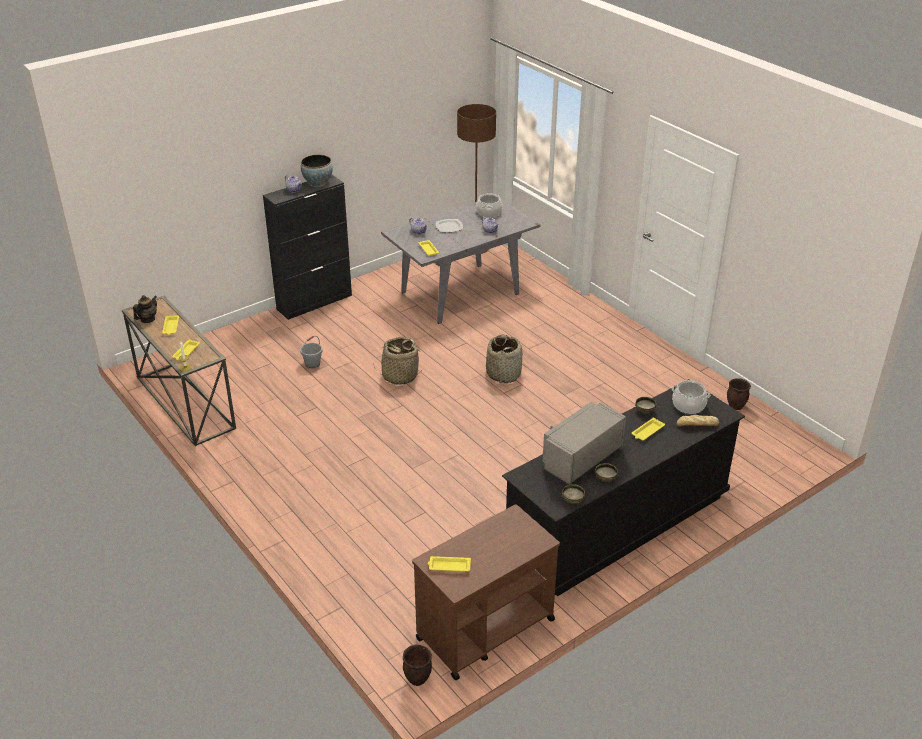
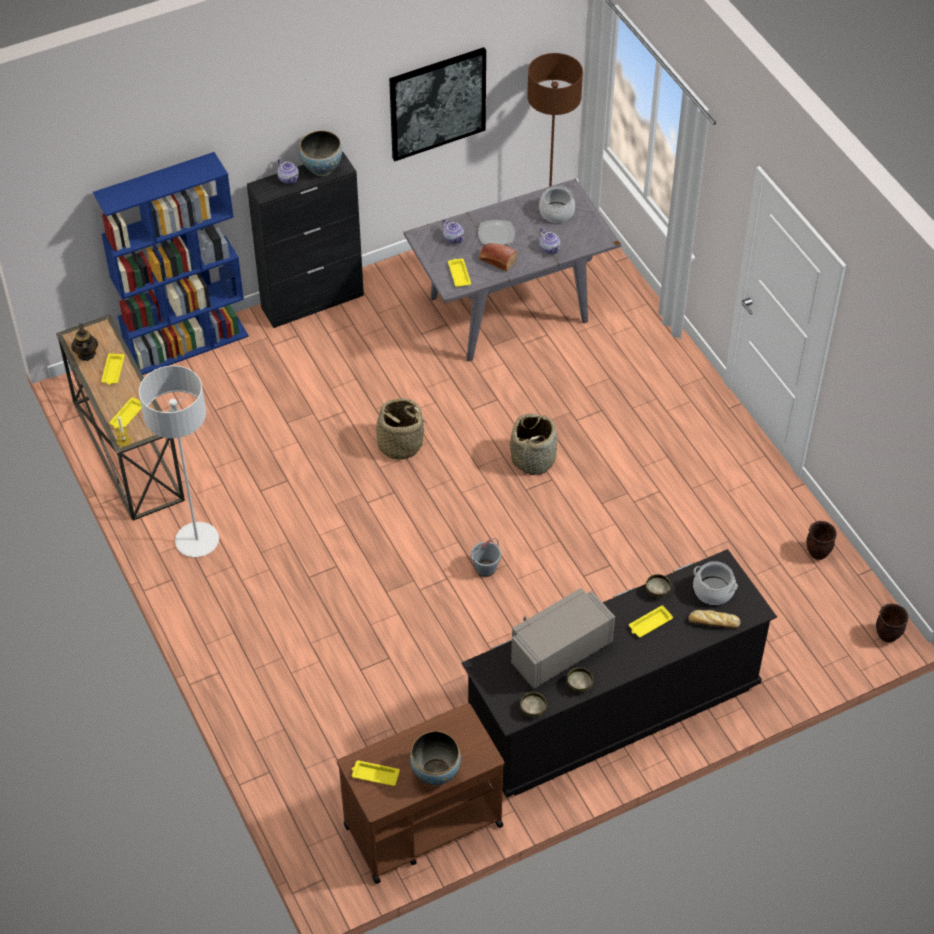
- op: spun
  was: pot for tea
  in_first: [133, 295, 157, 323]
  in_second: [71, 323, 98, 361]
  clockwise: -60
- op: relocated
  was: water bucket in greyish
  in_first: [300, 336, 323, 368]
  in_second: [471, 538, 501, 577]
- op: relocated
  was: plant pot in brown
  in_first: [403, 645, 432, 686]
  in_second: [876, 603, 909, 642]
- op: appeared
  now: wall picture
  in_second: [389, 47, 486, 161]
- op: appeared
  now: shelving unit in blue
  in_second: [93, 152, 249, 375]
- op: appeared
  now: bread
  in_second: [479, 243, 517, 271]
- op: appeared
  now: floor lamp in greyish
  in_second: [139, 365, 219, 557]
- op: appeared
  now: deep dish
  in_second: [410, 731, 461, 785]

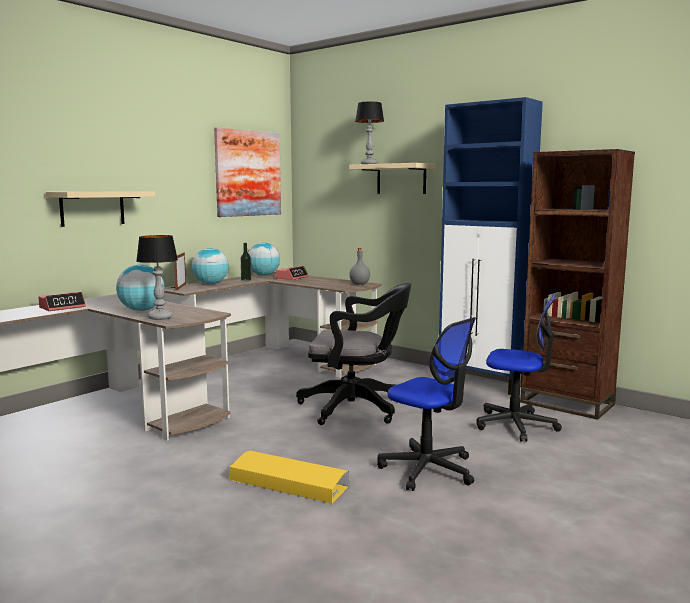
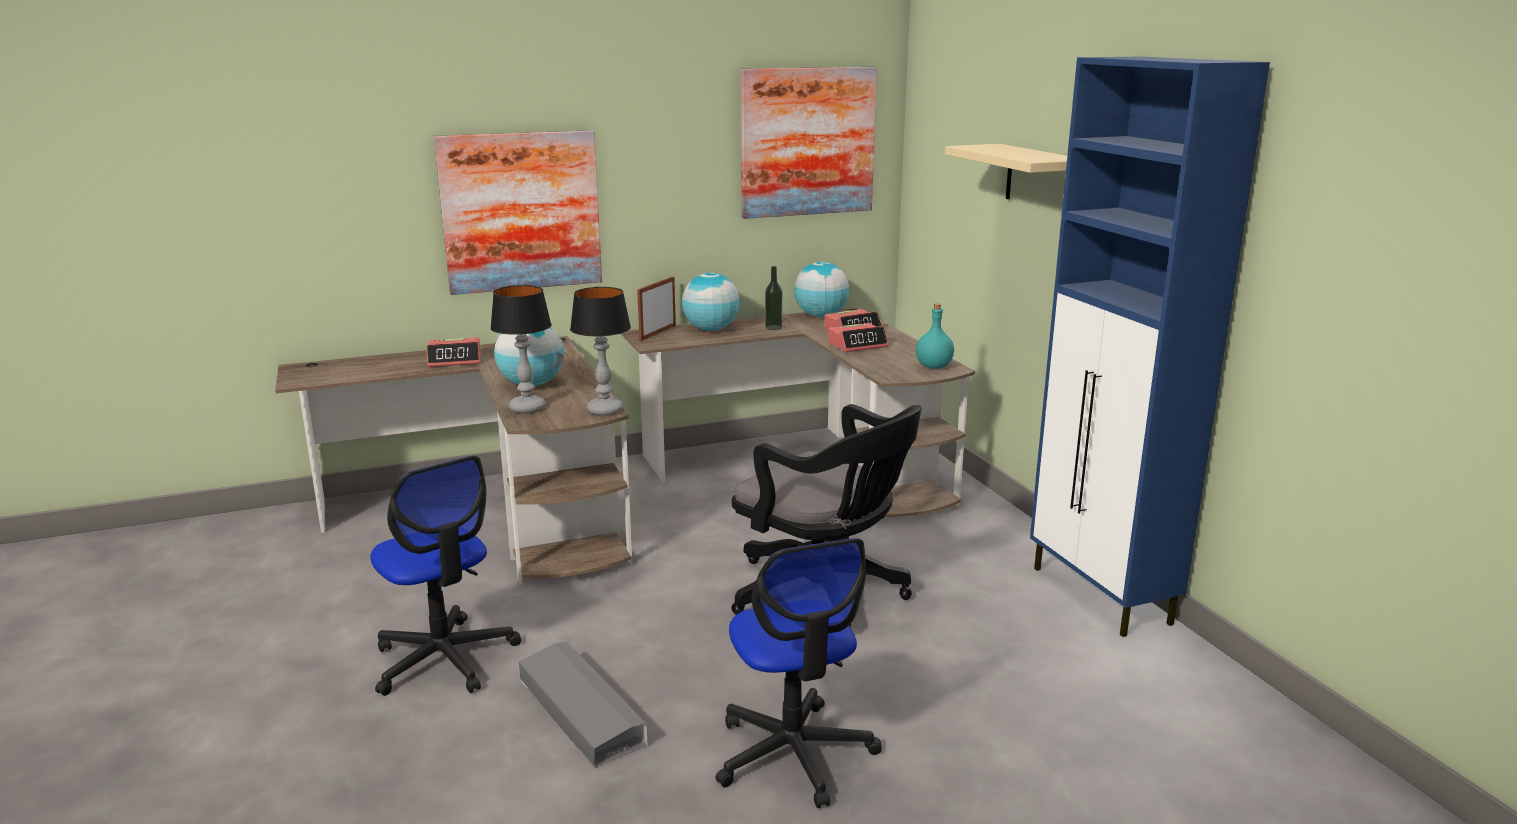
- op: relocated
  was: table lamp
  in_first: [355, 101, 384, 164]
  in_second: [570, 287, 631, 416]
- op: missing
  was: shelving unit in brown
  in_first: [520, 149, 635, 420]
- op: exchanged
  was: shelf in beige
  now: wall picture
  in_first: [46, 192, 155, 227]
  in_second: [434, 130, 602, 295]
- op: colour
  was: beverage bottle in greyish
  now: beverage bottle in blue-green
  in_first: [349, 248, 370, 285]
  in_second: [916, 303, 954, 369]
- op: relocated
  was: computer chair
  in_first: [477, 294, 562, 442]
  in_second: [370, 455, 521, 696]
- op: colour
  was: storage container in yellowish
  now: storage container in greyish
  in_first: [230, 451, 349, 503]
  in_second: [519, 642, 648, 768]
- op: appeared
  now: bedside clock
  in_second: [828, 323, 888, 352]

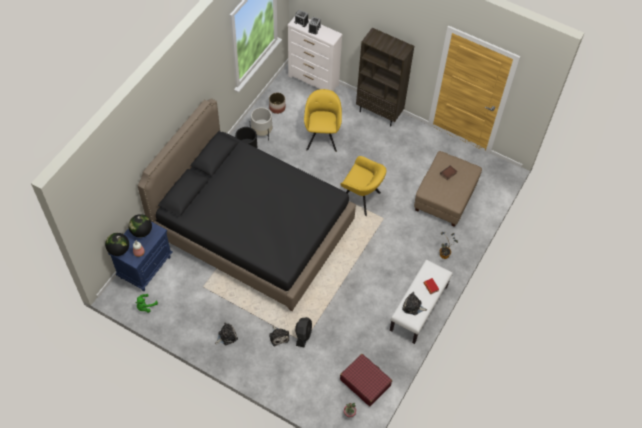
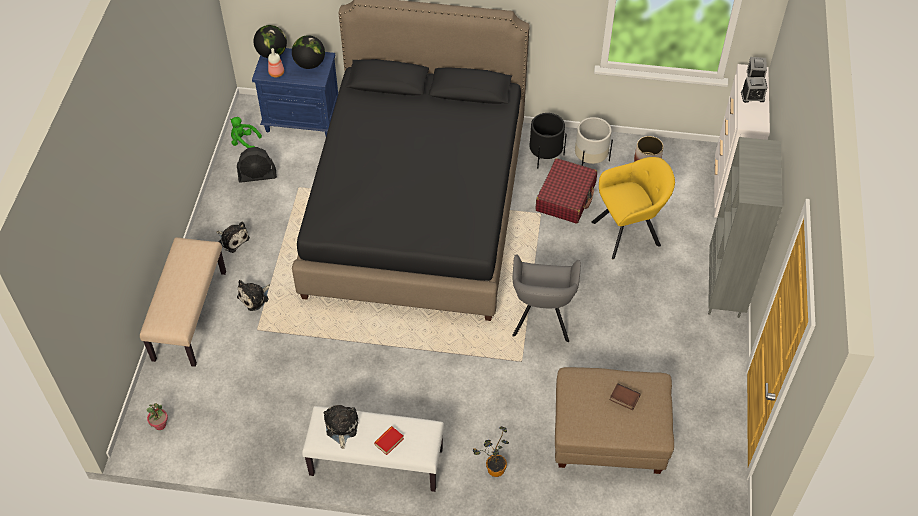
- op: colour
  was: shelving unit in brown
  now: shelving unit in greyish
  in_first: [356, 28, 414, 126]
  in_second: [708, 137, 782, 318]
- op: colour
  was: easy chair in yellowish
  now: easy chair in greyish
  in_first: [340, 156, 387, 216]
  in_second: [512, 254, 581, 342]
- op: relocated
  was: cooling fan in black
  in_first: [295, 317, 312, 347]
  in_second: [237, 147, 277, 183]
- op: relocated
  was: travel case in reddish
  in_first: [340, 354, 392, 406]
  in_second: [536, 158, 597, 223]
- op: appeared
  now: long seat in beige
  in_second: [140, 237, 226, 367]

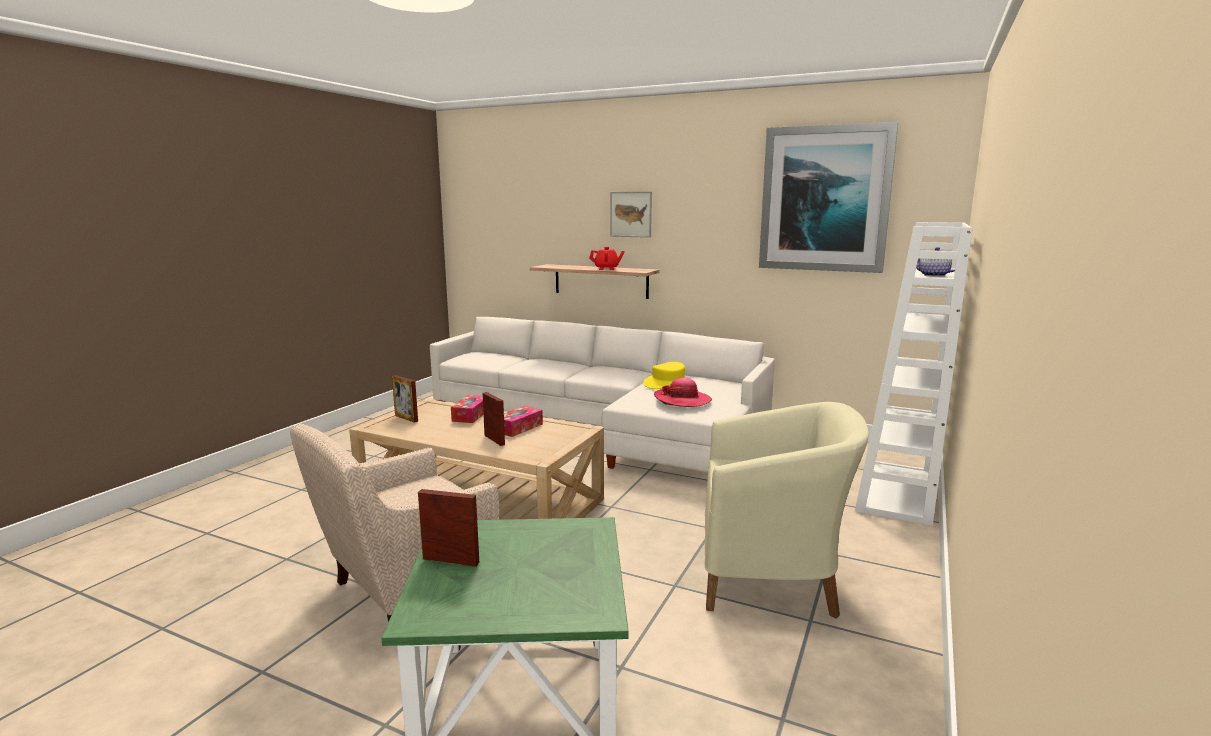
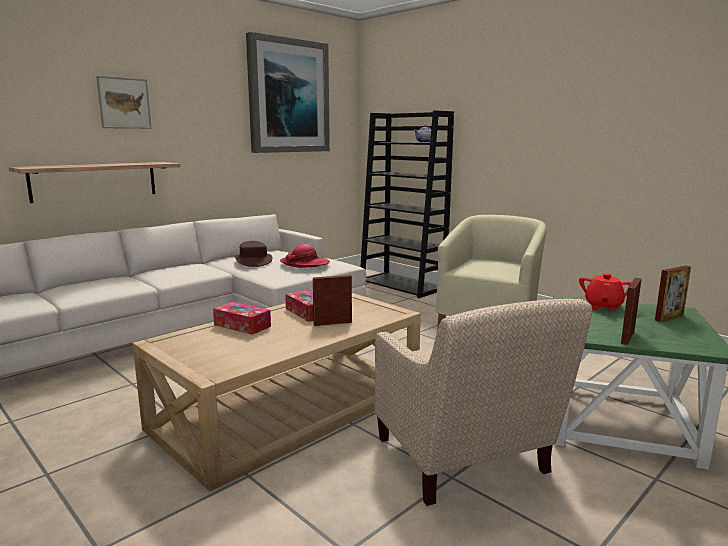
- op: colour
  was: shelving unit in whitish
  now: shelving unit in black
  in_first: [855, 222, 973, 526]
  in_second: [360, 110, 454, 298]
- op: relocated
  was: pot for tea in reddish
  in_first: [589, 247, 625, 270]
  in_second: [579, 273, 632, 311]
- op: colour
  was: hat in yellowish
  now: hat in brown
  in_first: [643, 362, 687, 389]
  in_second: [235, 241, 272, 267]
- op: relocated
  was: standing frame
  in_first: [392, 375, 418, 423]
  in_second: [655, 265, 691, 322]

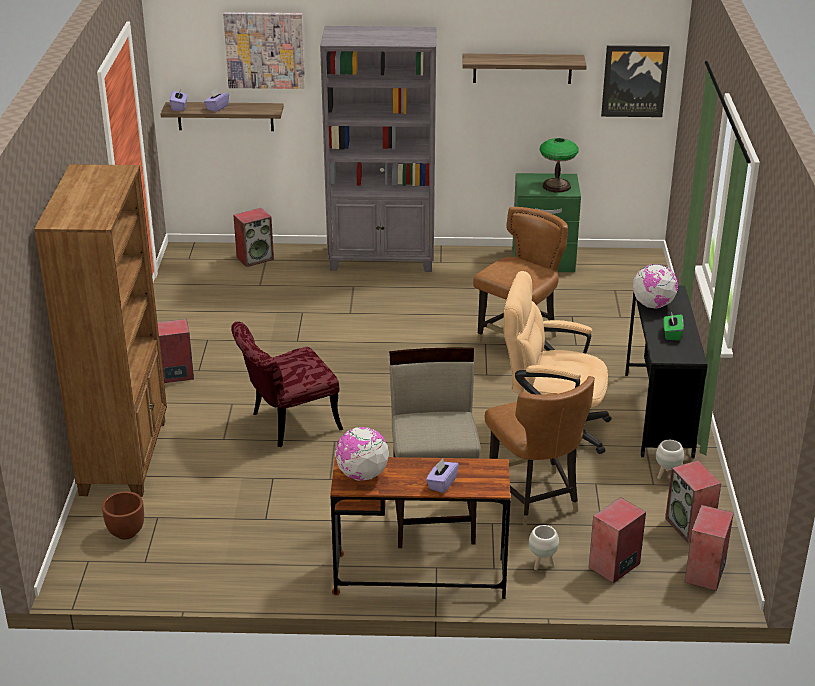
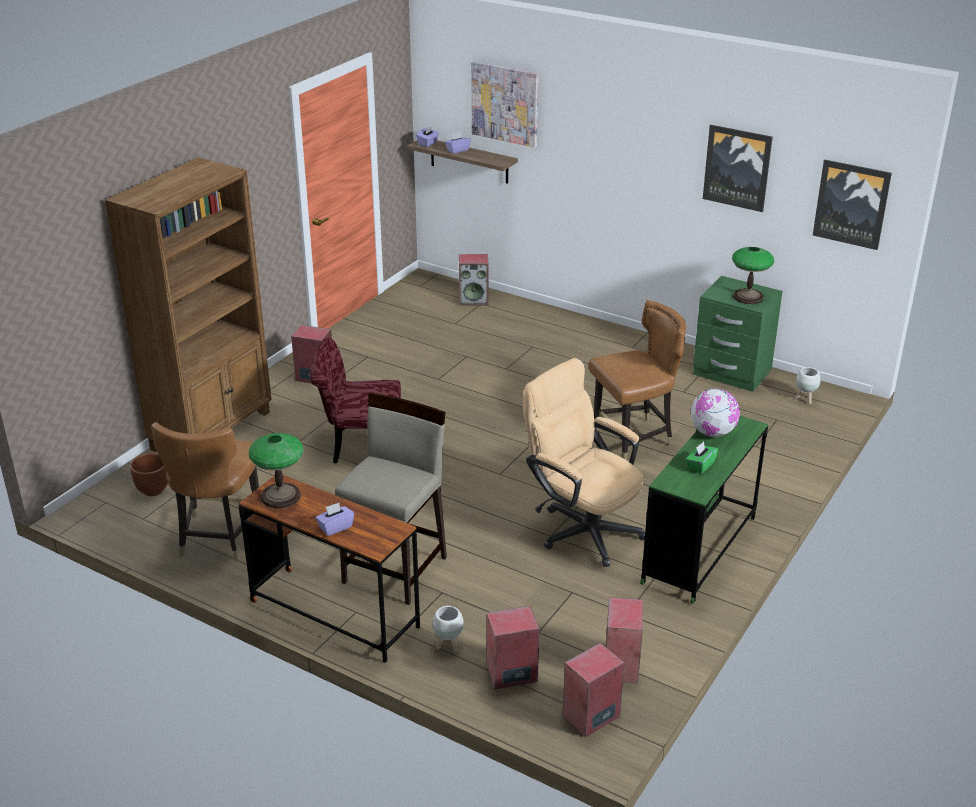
- op: missing
  was: shelving unit in greyish
  in_first: [320, 26, 437, 272]
- op: exchanged
  was: shelf
  now: wall picture
  in_first: [462, 54, 587, 84]
  in_second: [703, 125, 773, 212]
- op: colour
  was: desk in black
  now: desk in green
  in_first: [625, 286, 708, 458]
  in_second: [640, 416, 768, 604]
- op: relocated
  was: upright chair in brown
  in_first: [485, 376, 595, 526]
  in_second: [151, 422, 259, 561]
- op: exchanged
  was: desk globe
  now: table lamp
  in_first: [335, 427, 389, 481]
  in_second: [249, 433, 304, 508]
- op: relocated
  was: plant pot in whitish
  in_first: [656, 440, 684, 479]
  in_second: [796, 367, 821, 404]

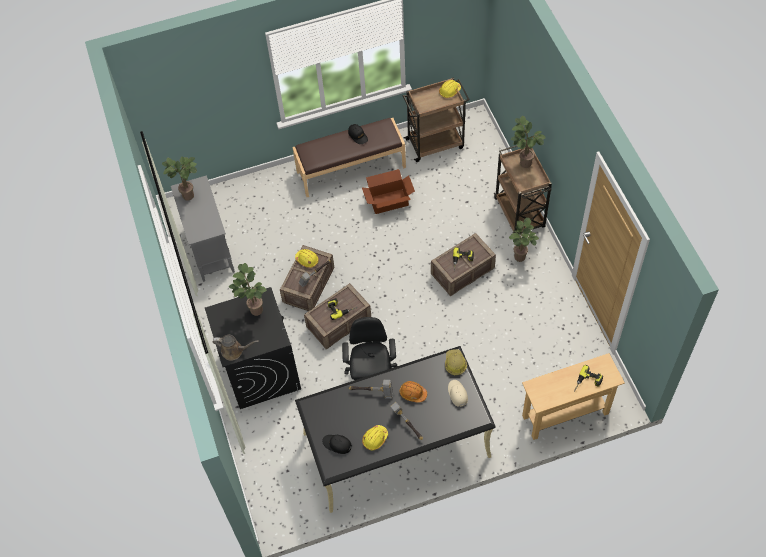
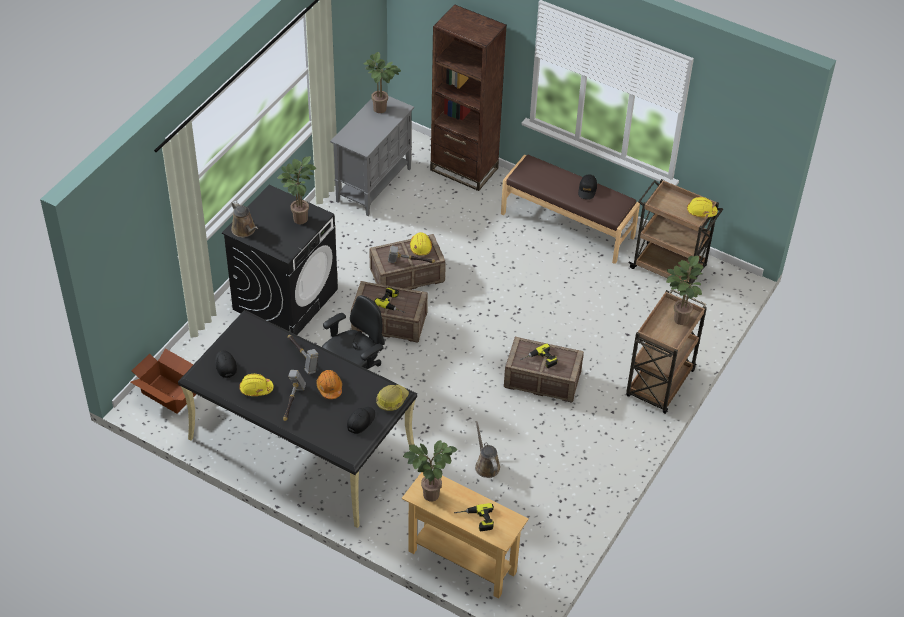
- op: relocated
  was: cardboard box
  in_first: [362, 169, 415, 214]
  in_second: [131, 348, 196, 414]
- op: relocated
  was: houseplant
  in_first: [509, 218, 539, 262]
  in_second: [403, 440, 458, 502]
- op: colour
  was: peaked cap in beige
  now: peaked cap in black
  in_first: [448, 380, 468, 407]
  in_second: [347, 407, 375, 434]
- op: appeared
  now: shelving unit in brown
  in_second: [430, 4, 507, 191]
- op: appeared
  now: watering pot in brown
  in_second: [475, 421, 500, 478]

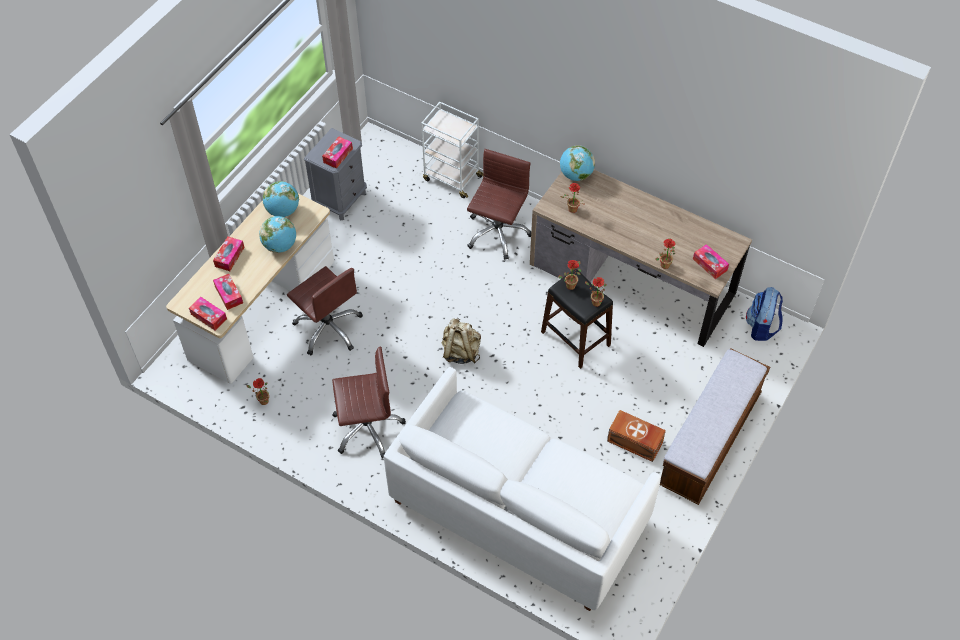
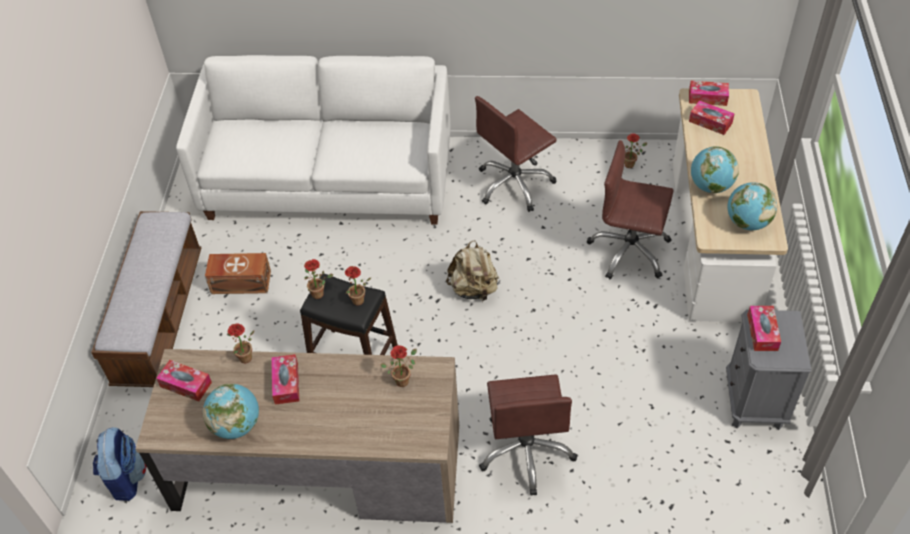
- op: missing
  was: wheeled cart in whitish
  in_first: [421, 102, 484, 198]
- op: relocated
  was: desk globe
  in_first: [560, 145, 595, 181]
  in_second: [203, 383, 259, 439]
- op: relocated
  was: tissue box
  in_first: [213, 236, 244, 271]
  in_second: [271, 354, 299, 405]

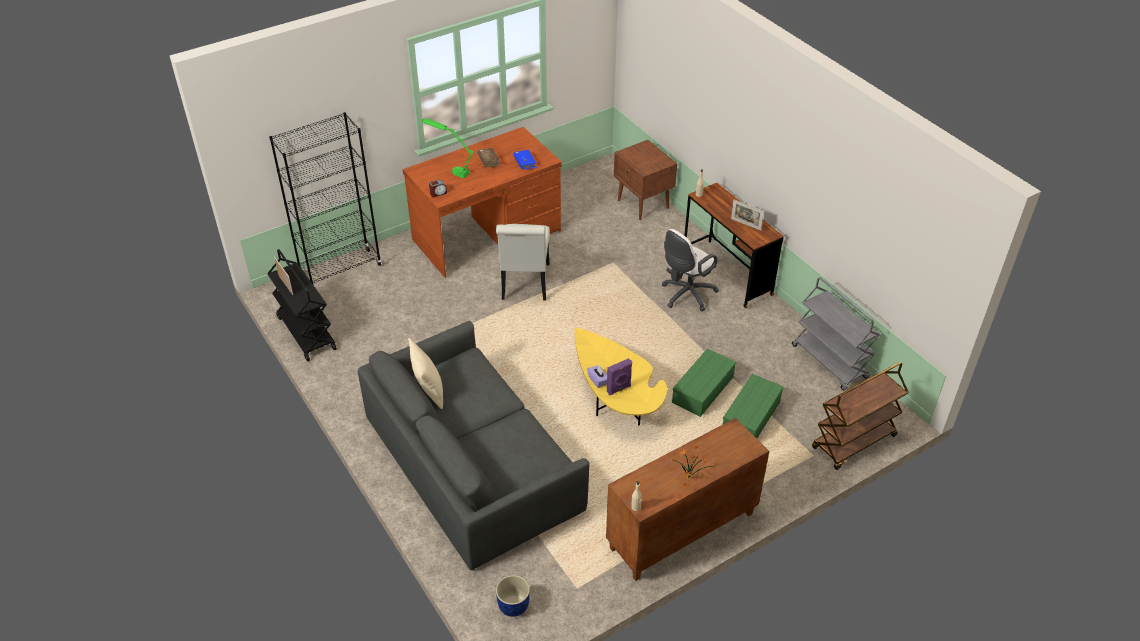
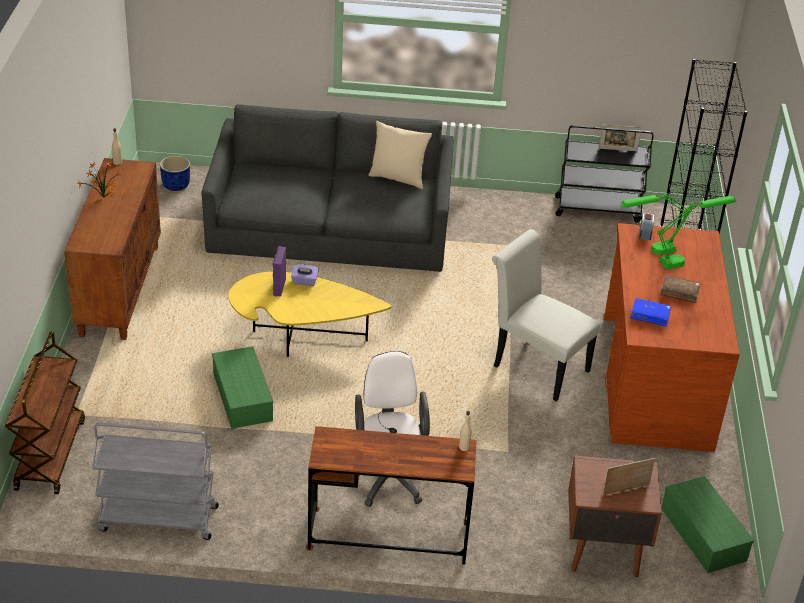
- op: relocated
  was: standing frame
  in_first: [731, 200, 764, 231]
  in_second: [602, 458, 655, 495]
- op: relocated
  was: storage container in green
  in_first: [723, 374, 784, 438]
  in_second: [661, 476, 754, 573]
- op: appeared
  now: table lamp in green
  in_second: [620, 193, 692, 255]

